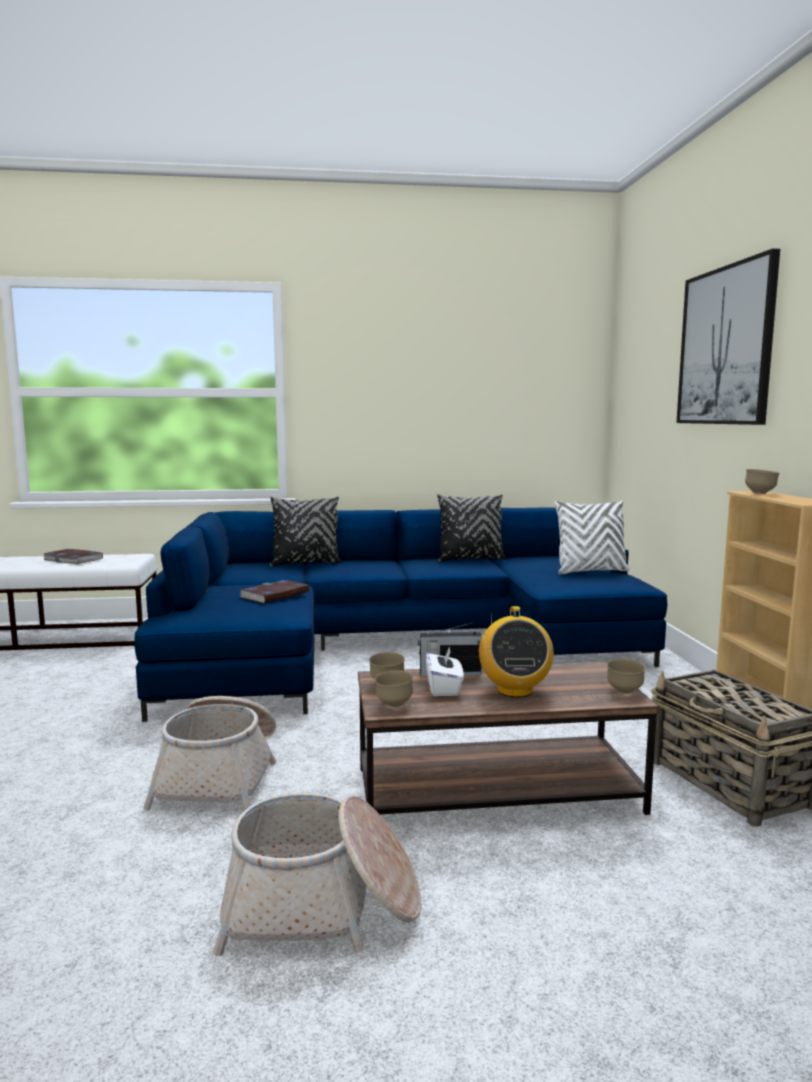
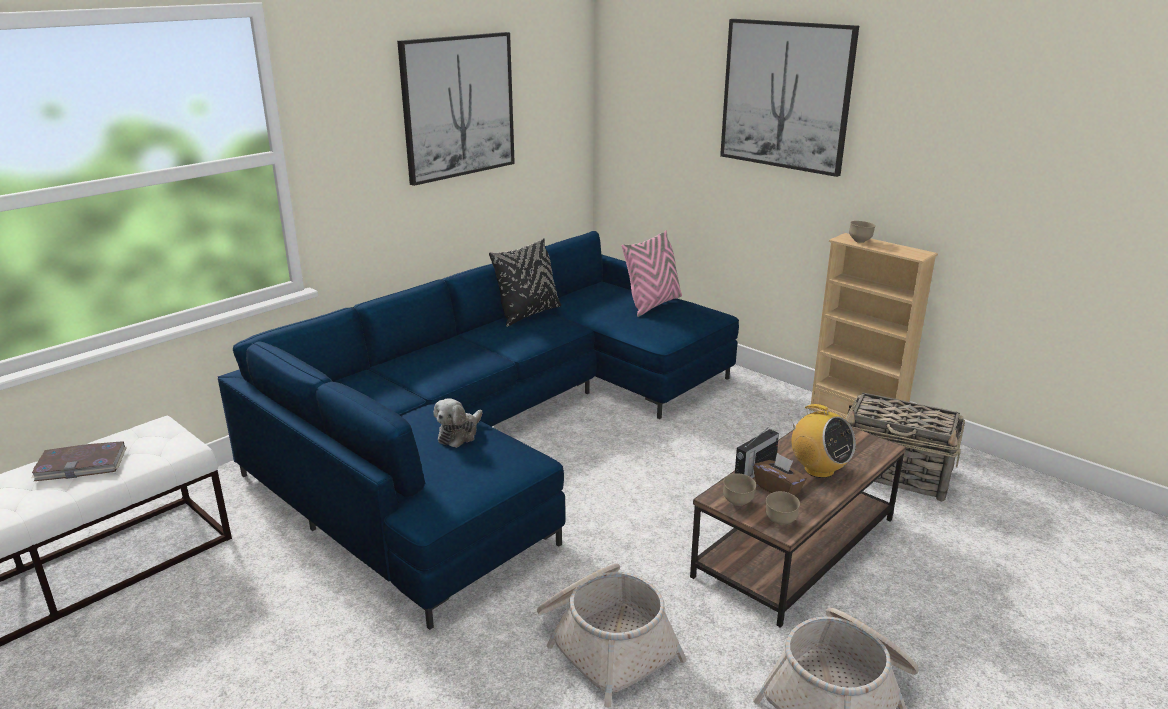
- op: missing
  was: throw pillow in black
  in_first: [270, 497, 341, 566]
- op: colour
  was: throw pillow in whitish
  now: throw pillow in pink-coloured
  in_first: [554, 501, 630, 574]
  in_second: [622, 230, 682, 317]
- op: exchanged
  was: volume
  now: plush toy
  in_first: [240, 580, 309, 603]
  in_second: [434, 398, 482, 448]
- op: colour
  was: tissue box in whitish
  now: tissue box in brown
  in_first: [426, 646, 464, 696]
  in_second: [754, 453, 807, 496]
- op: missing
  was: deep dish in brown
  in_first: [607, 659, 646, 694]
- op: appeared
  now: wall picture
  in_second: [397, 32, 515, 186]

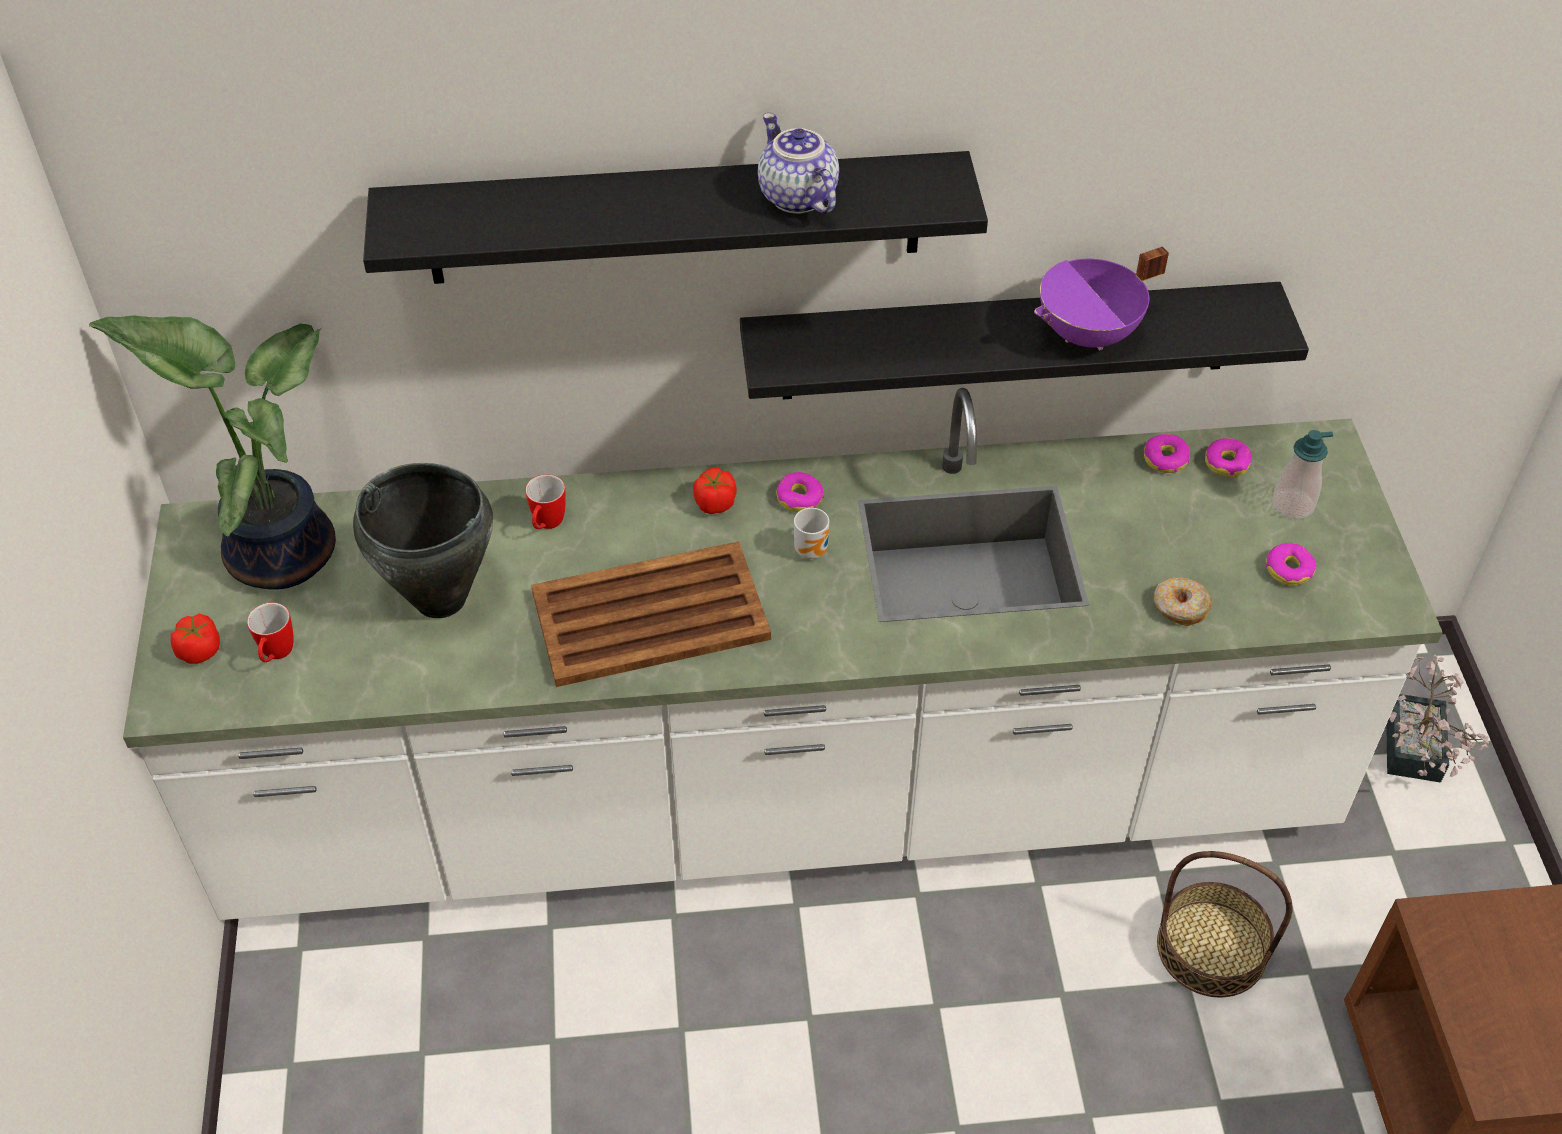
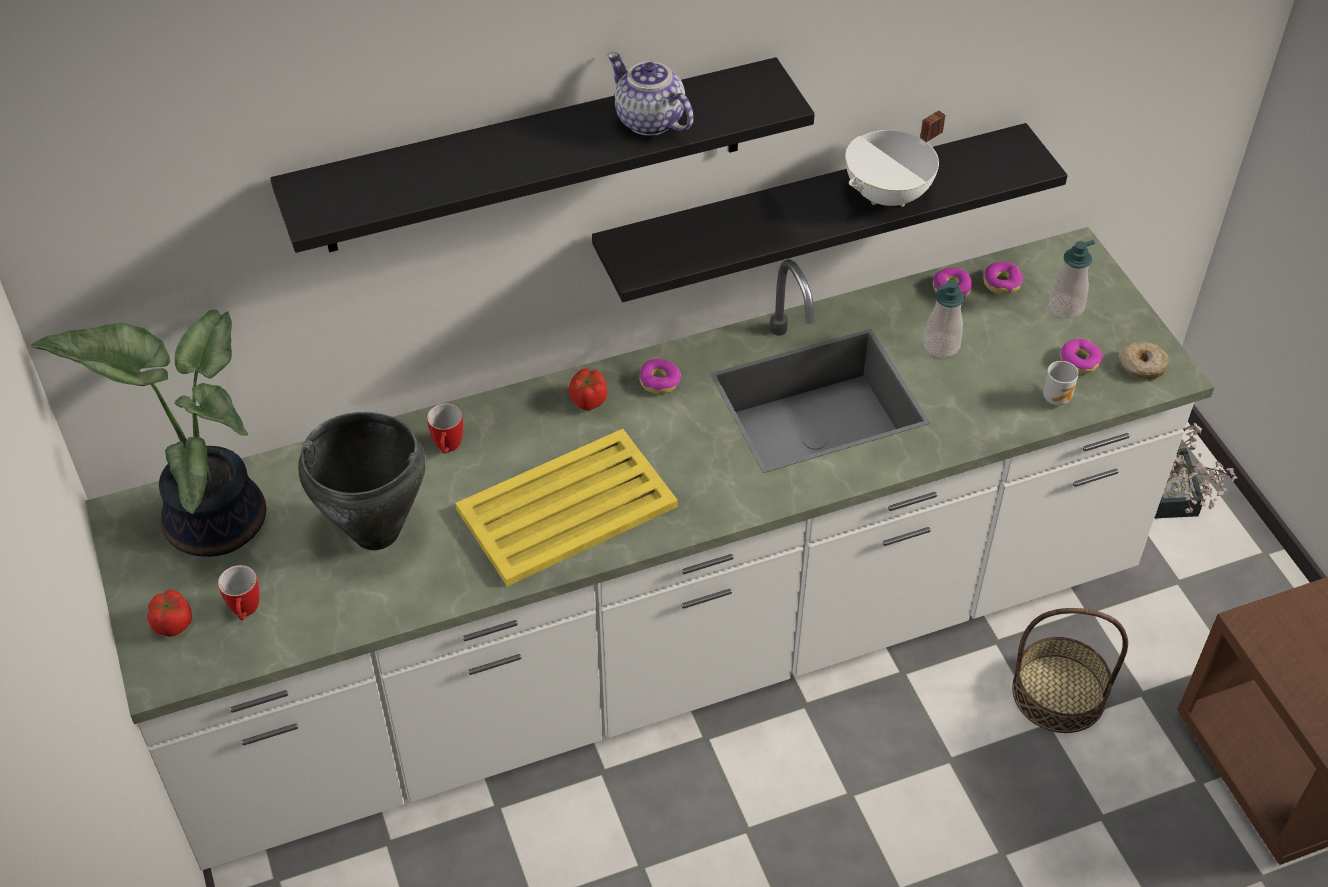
- op: colour
  was: stockpot in purple-coloured
  now: stockpot in whitish
  in_first: [1034, 247, 1169, 350]
  in_second: [845, 110, 945, 207]
- op: relocated
  was: mug
  in_first: [794, 508, 829, 559]
  in_second: [1043, 361, 1079, 406]
- op: colour
  was: carrying tray in brown
  now: carrying tray in yellowish
  in_first: [531, 541, 771, 687]
  in_second: [456, 429, 678, 586]
- op: relocated
  was: doughnut
  in_first: [1154, 577, 1212, 626]
  in_second: [1120, 342, 1170, 380]
- op: appeared
  now: liquid soap bottle
  in_second: [923, 280, 964, 358]

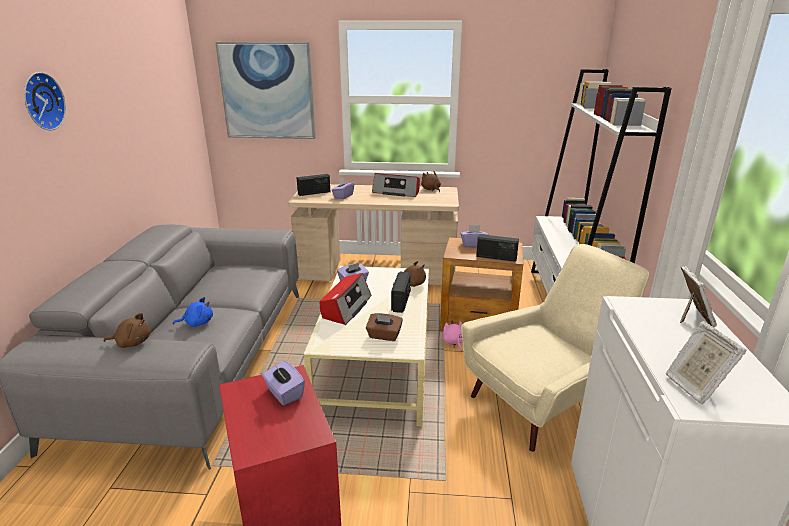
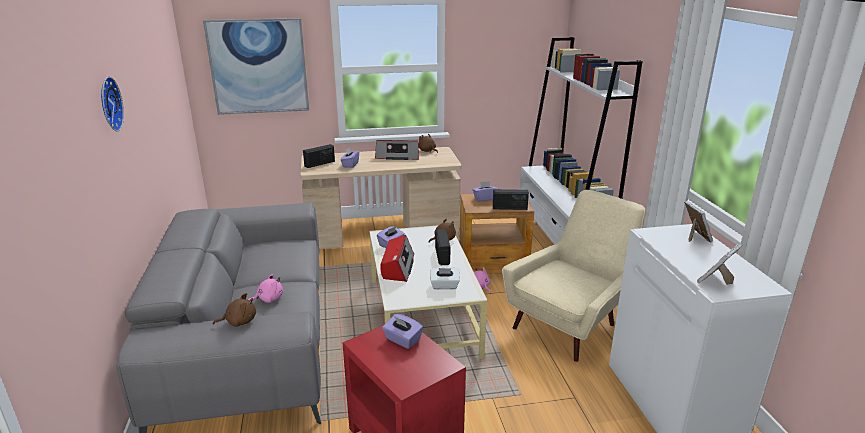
- op: colour
  was: plush toy in blue
  now: plush toy in pink-coloured
  in_first: [173, 297, 213, 327]
  in_second: [248, 274, 283, 303]
- op: colour
  was: tissue box in brown
  now: tissue box in whitish
  in_first: [366, 313, 403, 341]
  in_second: [430, 267, 460, 290]
- op: spun
  was: standing frame
  in_first: [665, 321, 747, 405]
  in_second: [697, 244, 742, 285]
  clockwise: 75

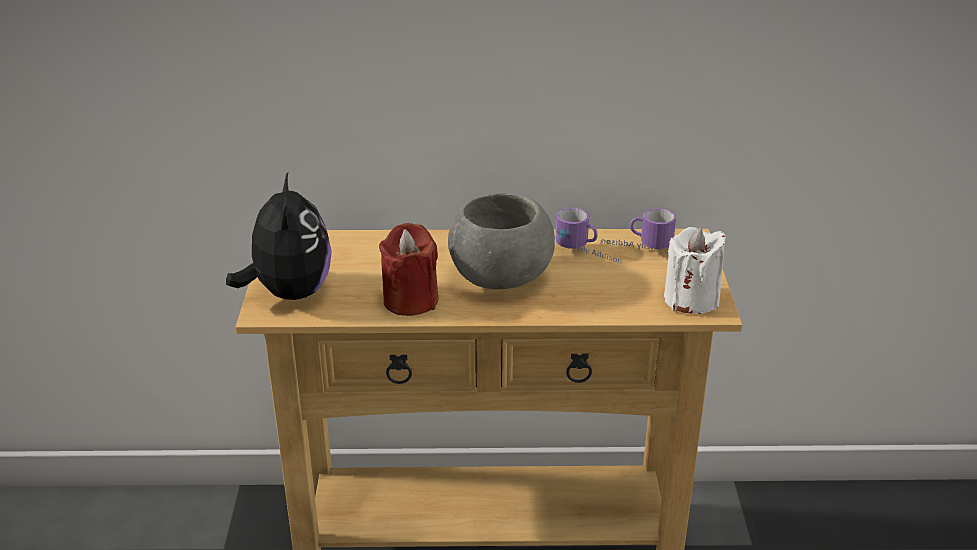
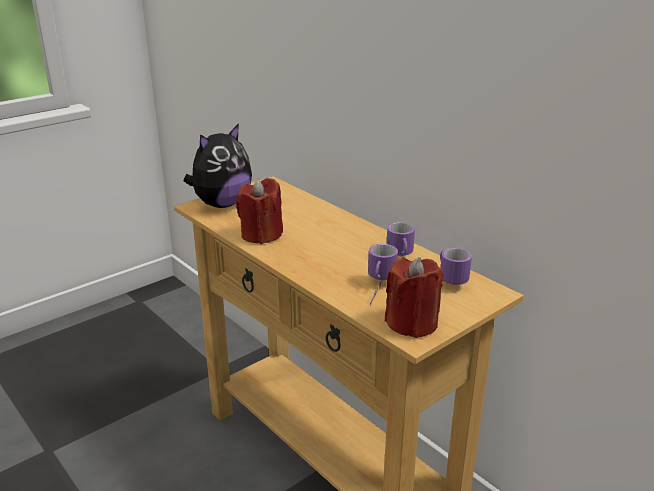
- op: missing
  was: deep dish in greyish
  in_first: [448, 193, 555, 289]
- op: colour
  was: wax candle in whitish
  now: wax candle in reddish
  in_first: [664, 227, 726, 314]
  in_second: [385, 257, 444, 338]
- op: appeared
  now: mug
  in_second: [368, 244, 398, 306]

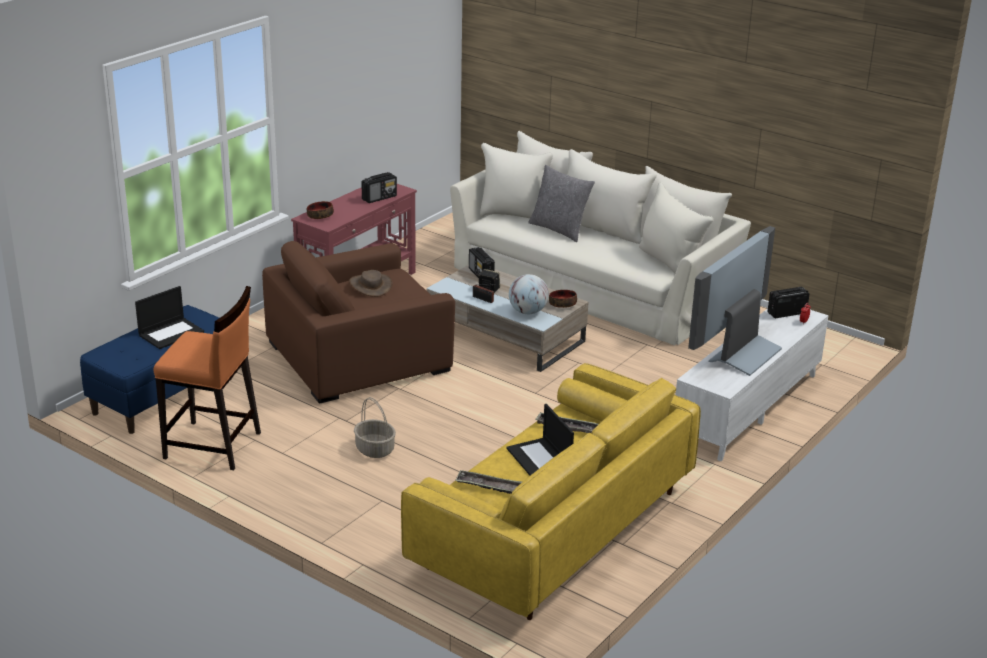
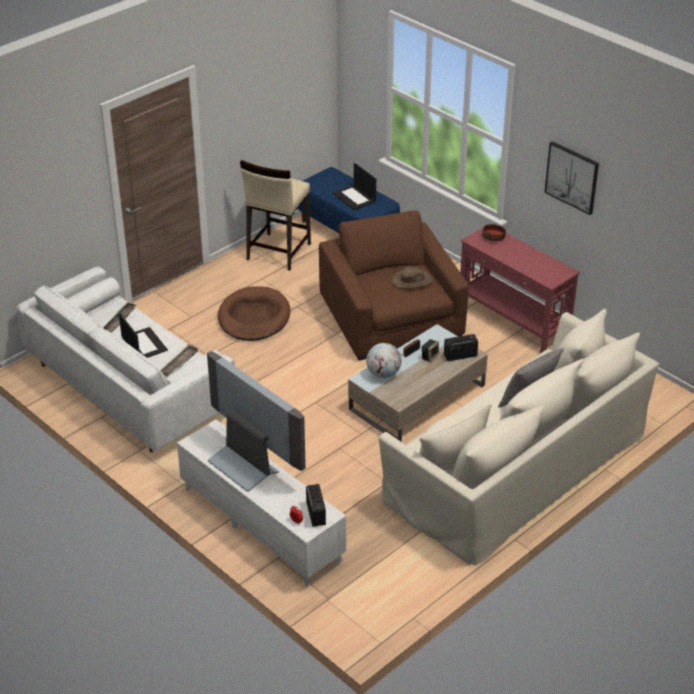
- op: missing
  was: radio set
  in_first: [361, 172, 397, 203]
- op: colour
  was: stool in orange-coloured
  now: stool in beige
  in_first: [154, 286, 261, 470]
  in_second: [240, 160, 311, 271]
- op: missing
  was: deep dish
  in_first: [549, 290, 577, 308]
- op: colour
  was: couch in yellowish
  now: couch in whitish
  in_first: [401, 363, 701, 620]
  in_second: [16, 266, 235, 452]
- op: exchanged
  was: household basket
  now: dog bed in brown
  in_first: [354, 397, 396, 458]
  in_second: [218, 286, 290, 341]
- op: spun
  was: laptop
  in_first: [506, 404, 574, 475]
  in_second: [119, 313, 168, 358]
  clockwise: 75
- op: appeared
  now: wall picture
  in_second: [544, 141, 599, 215]

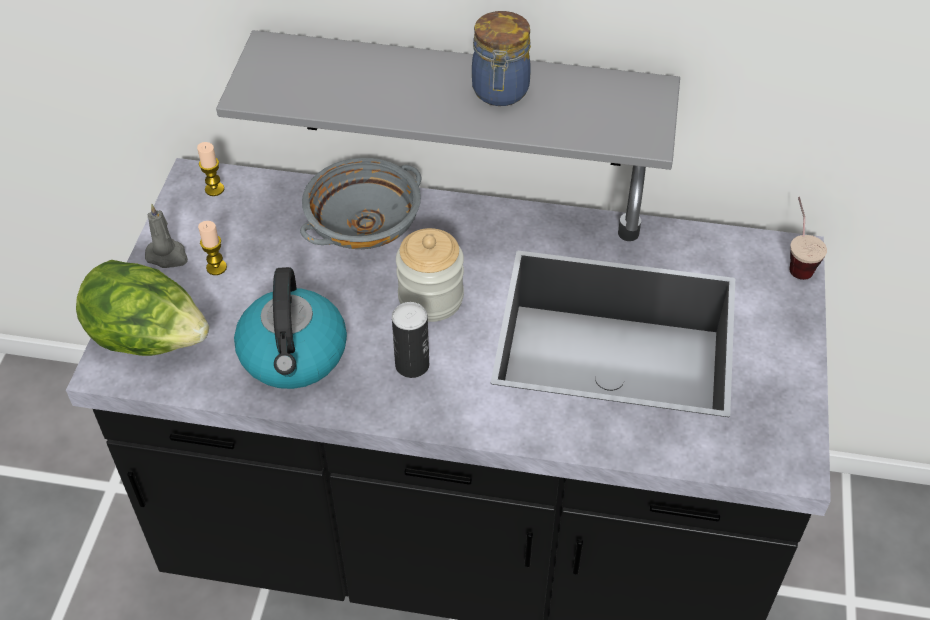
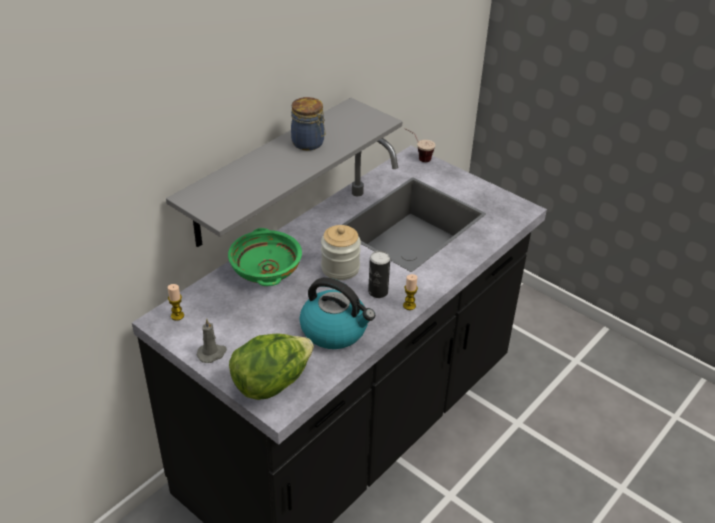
- op: colour
  was: deep dish in greyish
  now: deep dish in green
  in_first: [300, 158, 421, 249]
  in_second: [228, 228, 302, 286]
- op: relocated
  was: wax candle
  in_first: [198, 221, 227, 275]
  in_second: [403, 274, 418, 310]

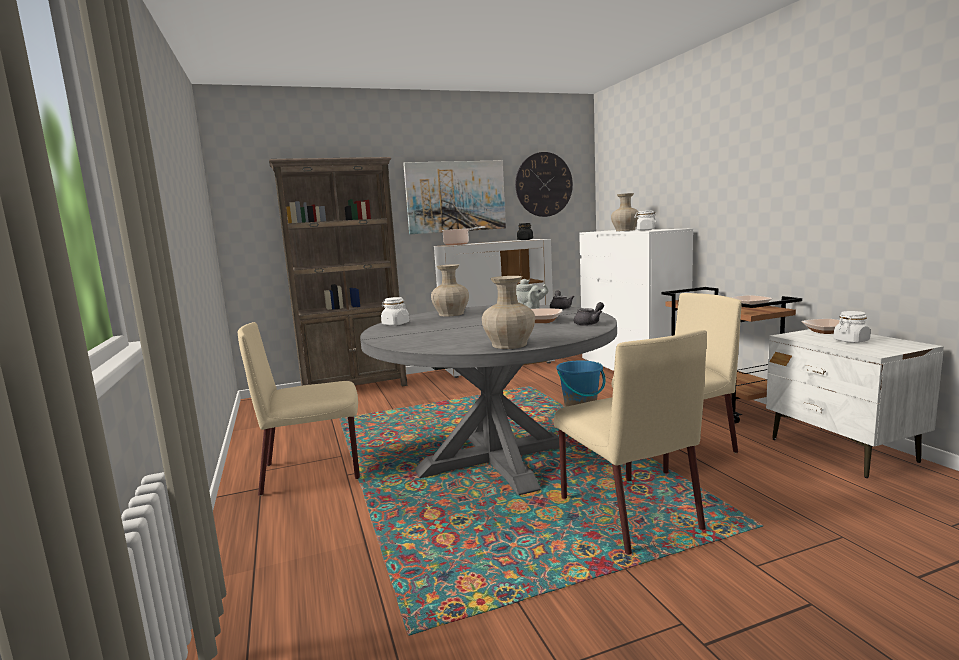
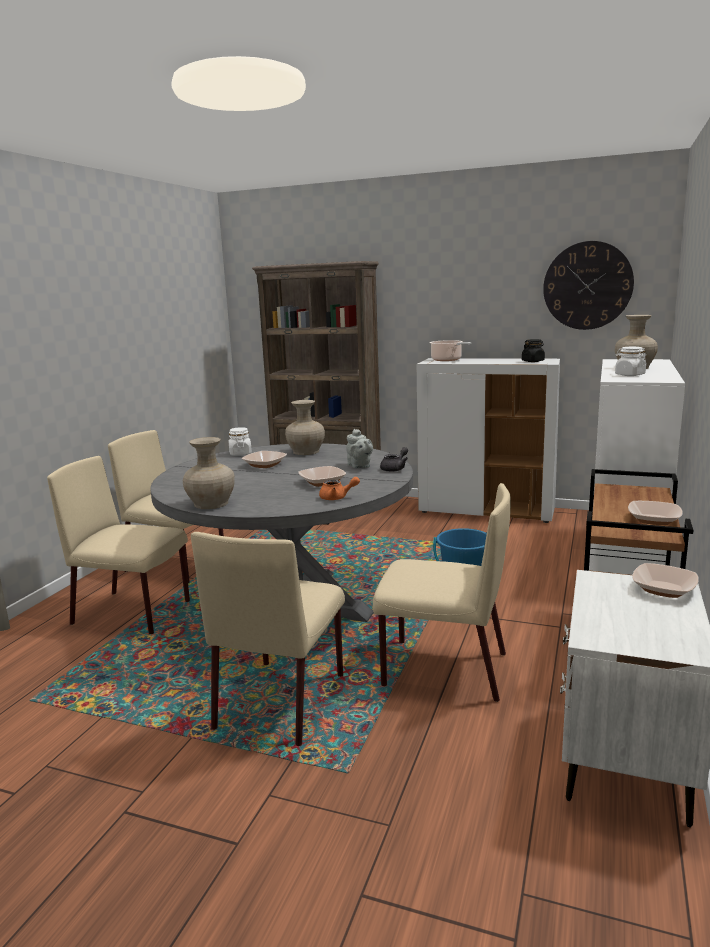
- op: missing
  was: wall picture
  in_first: [403, 160, 506, 234]
- op: colour
  was: pot for tea in greyish
  now: pot for tea in orange-coloured
  in_first: [574, 302, 604, 326]
  in_second: [319, 477, 360, 500]
- op: missing
  was: preserve jar in whitish
  in_first: [834, 311, 871, 343]
- op: appeared
  now: deep dish
  in_second: [242, 451, 287, 468]
- op: appeared
  now: upright chair in beige
  in_second: [47, 456, 190, 634]

